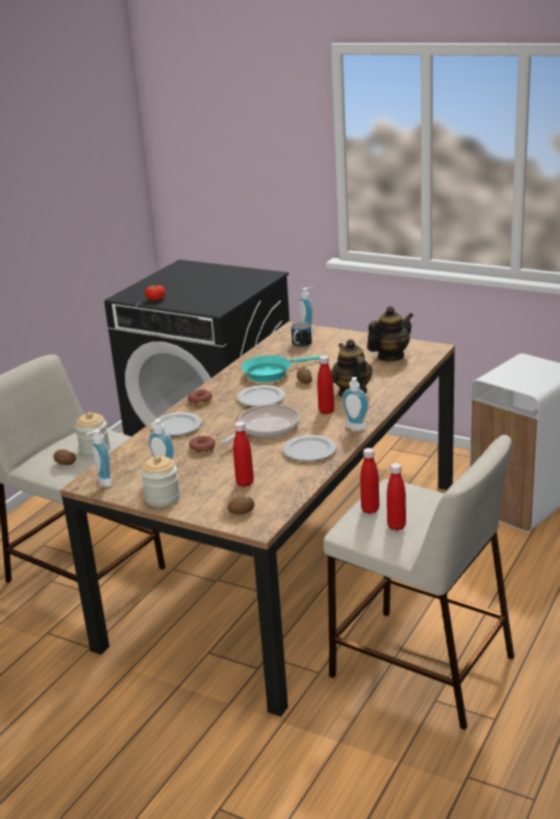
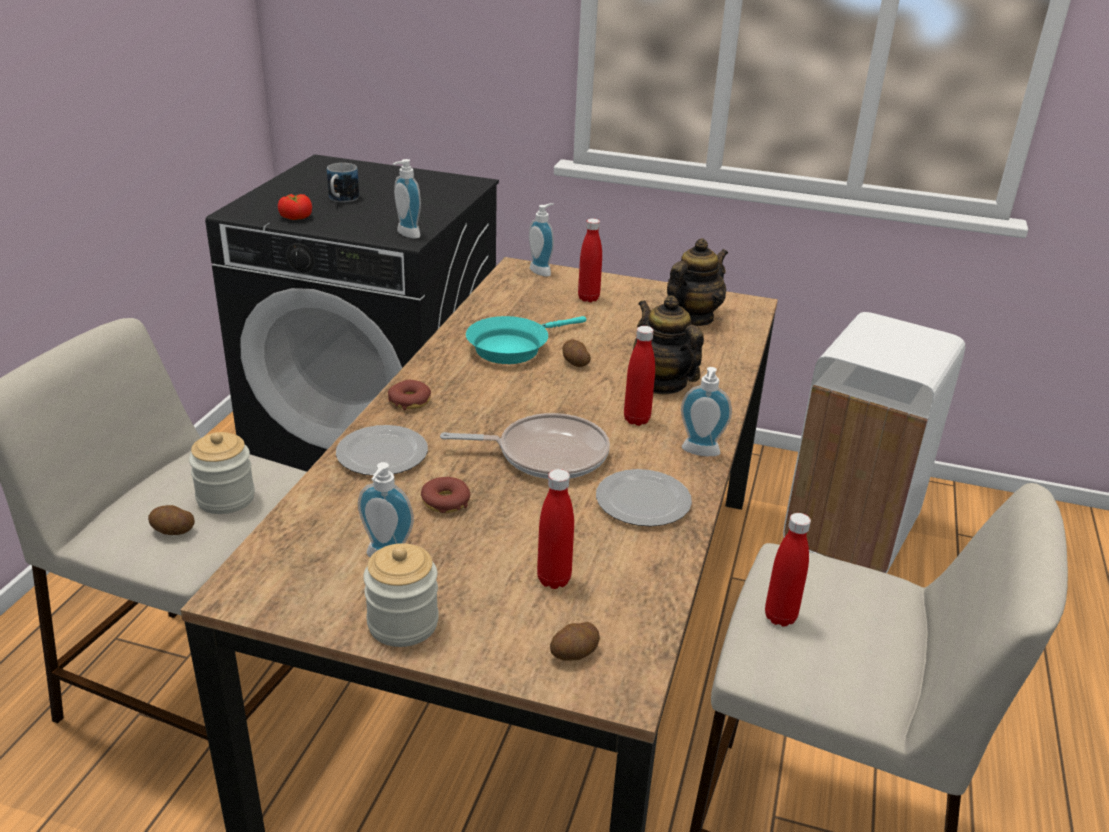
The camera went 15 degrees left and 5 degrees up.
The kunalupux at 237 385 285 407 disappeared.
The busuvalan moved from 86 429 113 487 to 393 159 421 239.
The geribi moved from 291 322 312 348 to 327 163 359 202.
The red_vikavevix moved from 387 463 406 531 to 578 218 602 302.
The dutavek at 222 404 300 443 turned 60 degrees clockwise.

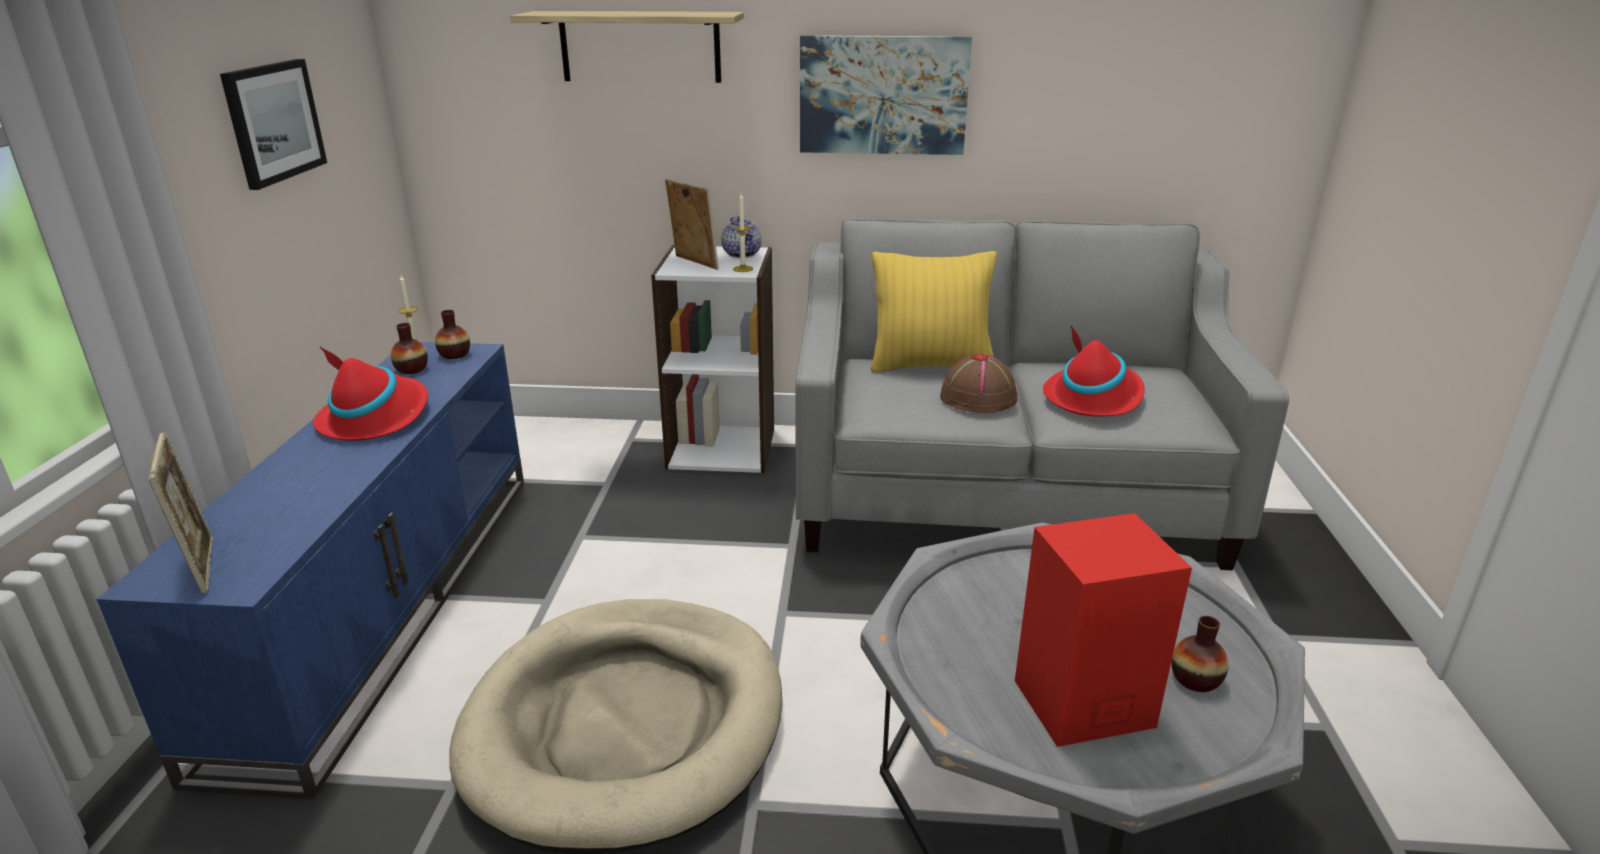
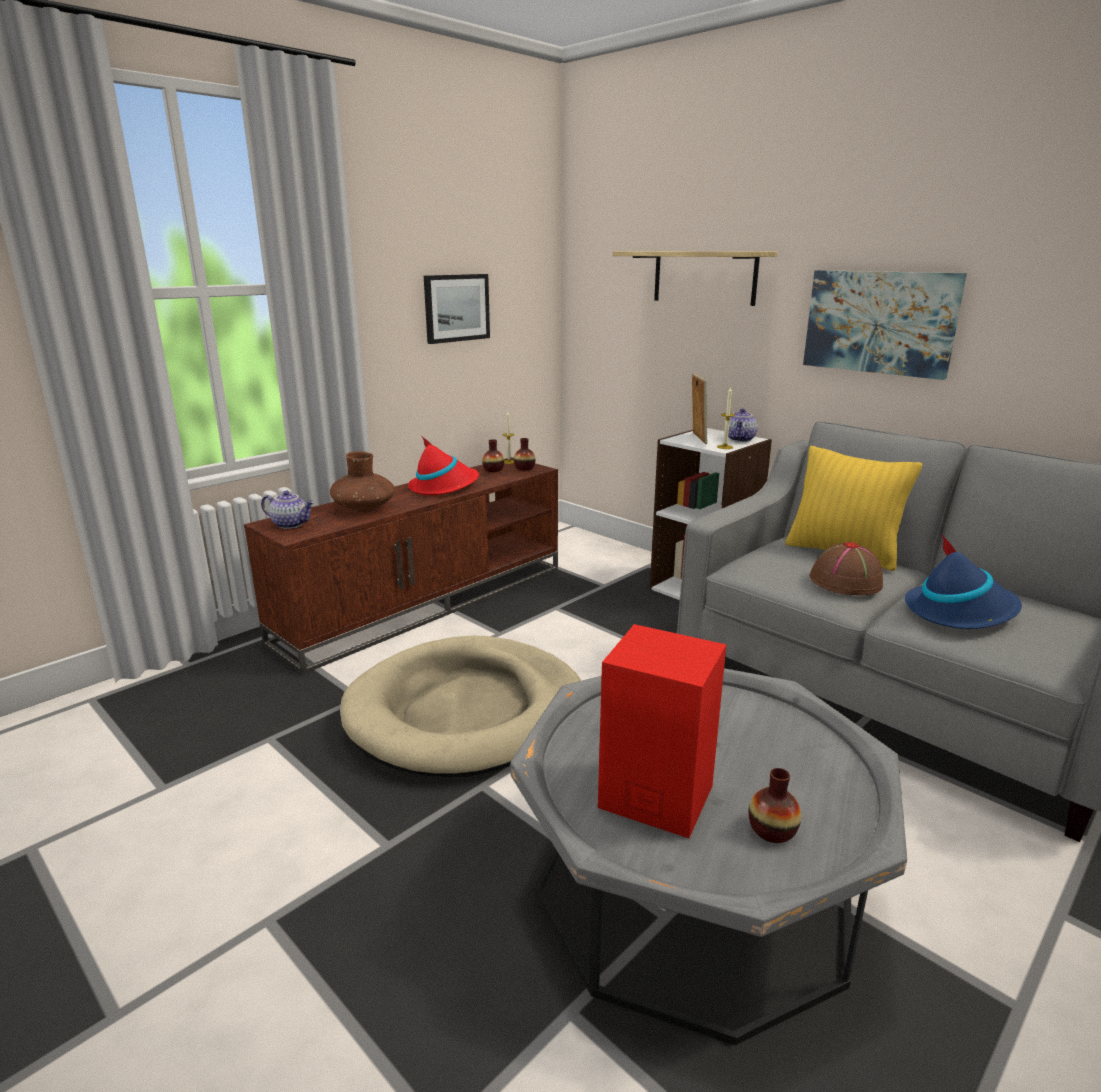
The camera went 40 degrees right and 5 degrees down.
The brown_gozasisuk at 330 451 395 512 appeared.
The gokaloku at 149 431 213 593 was replaced by the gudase at 261 491 314 529.
The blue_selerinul at 96 342 524 799 became the brown_selerinul at 244 457 558 674.
The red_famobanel at 1043 325 1145 417 became the blue_famobanel at 905 535 1022 629.

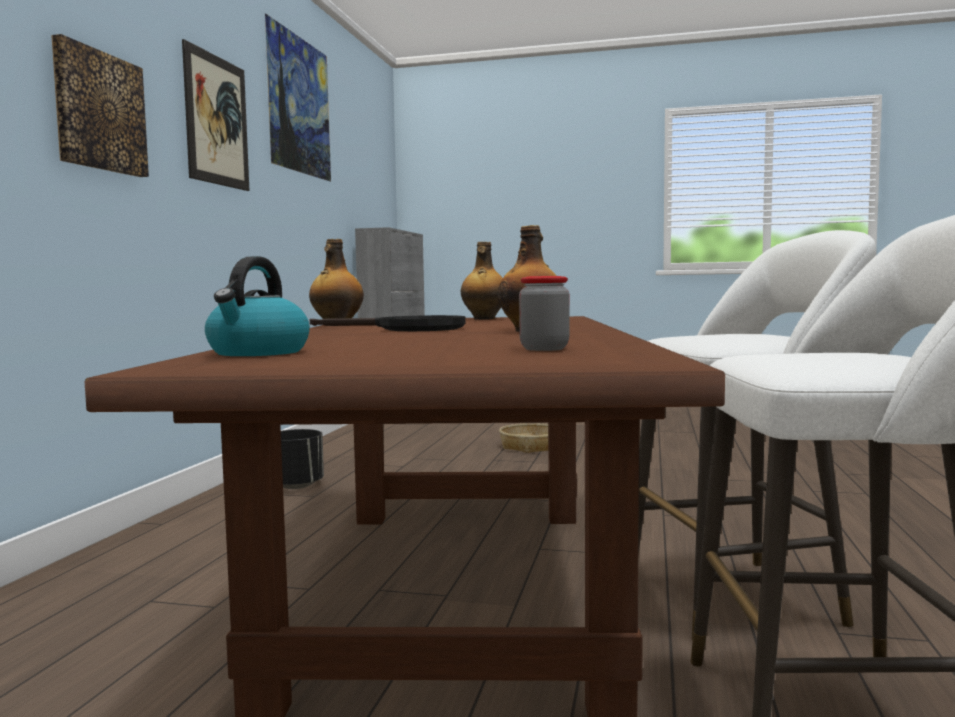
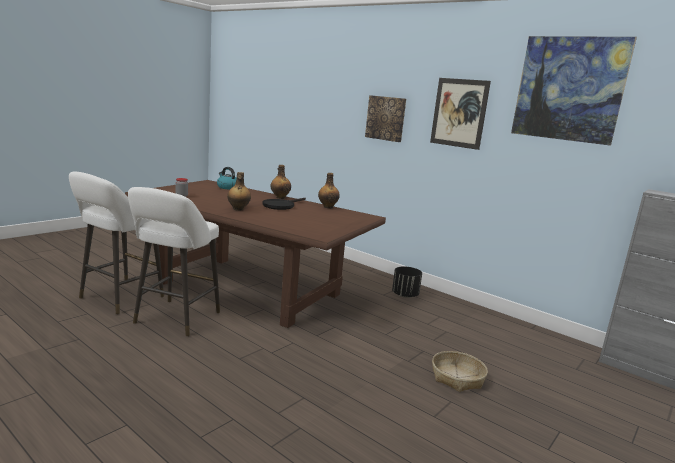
The camera went 115 degrees right and 10 degrees up.
The vikavevix moved from 461 242 503 320 to 271 165 291 199.

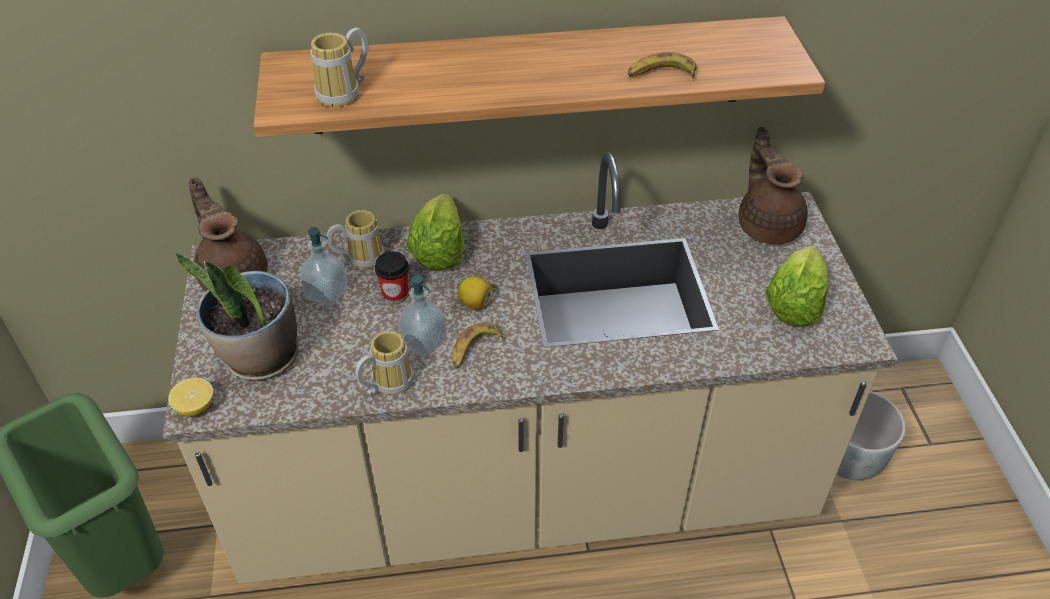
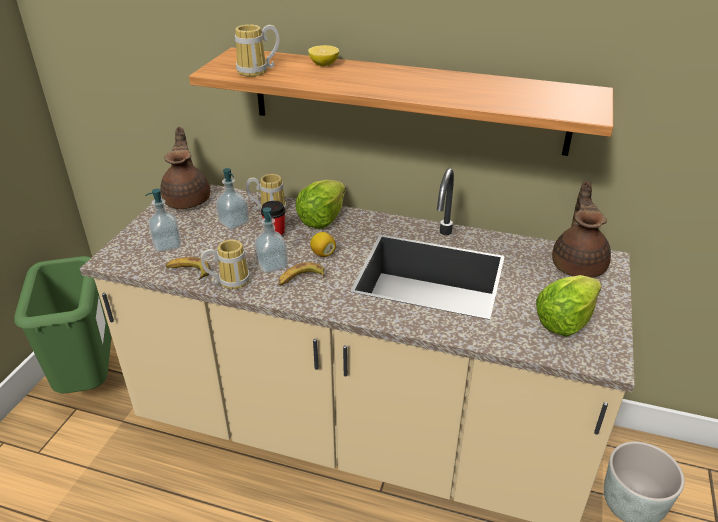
The camera went 25 degrees right and 10 degrees down.
The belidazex moved from 168 378 213 416 to 308 45 339 66.
The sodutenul moved from 628 52 697 78 to 166 257 211 280.
The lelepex at 175 252 299 381 was replaced by the busuvalan at 145 189 181 252.

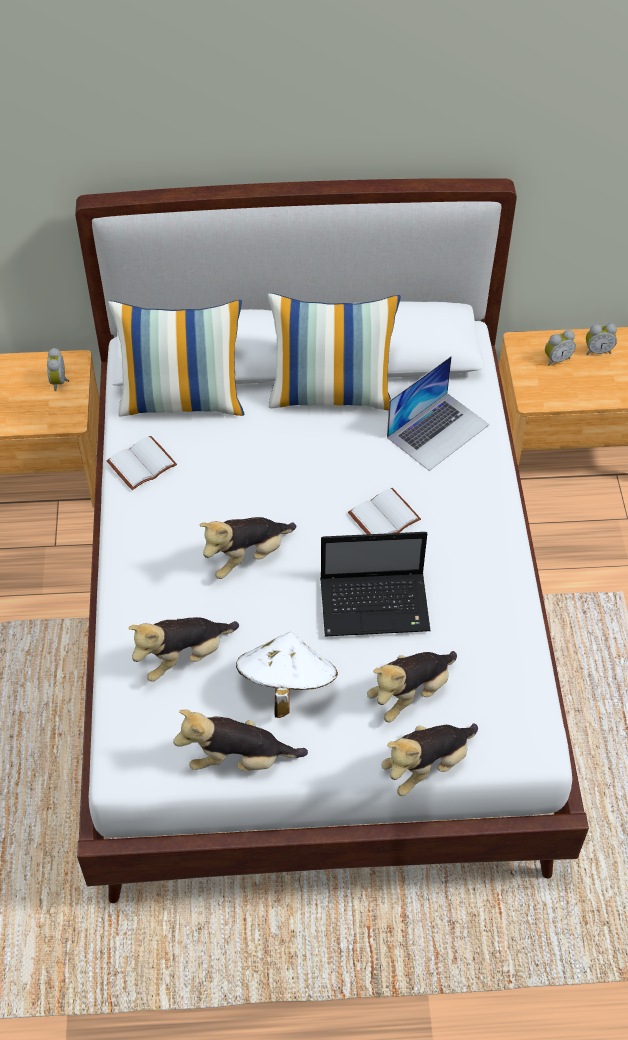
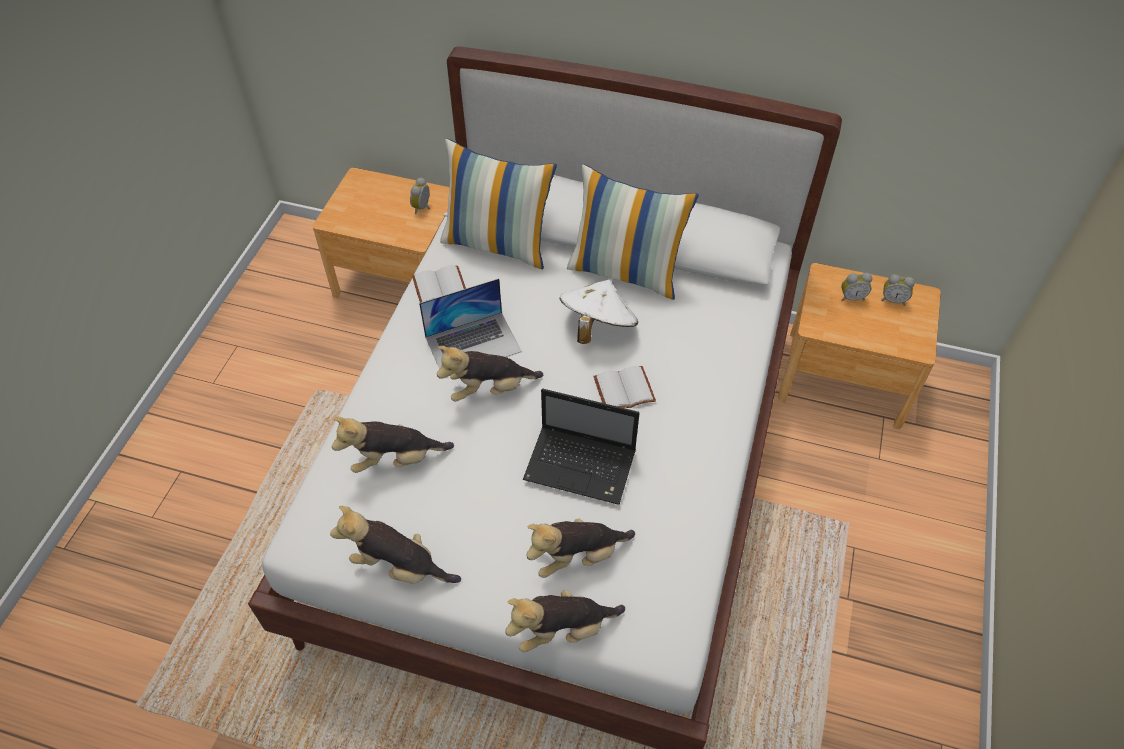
The camera went 20 degrees right and 0 degrees up.
The white_famobanel moved from 236 632 338 718 to 560 279 638 344.
The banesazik moved from 387 356 489 471 to 419 278 522 369.

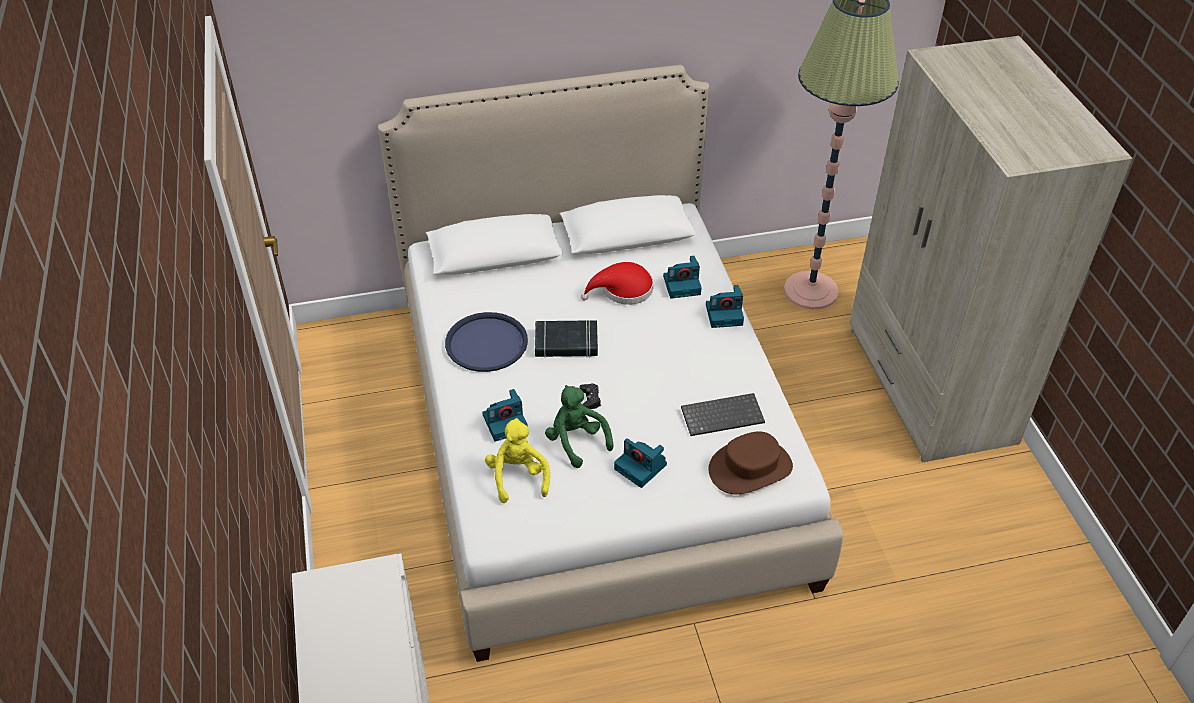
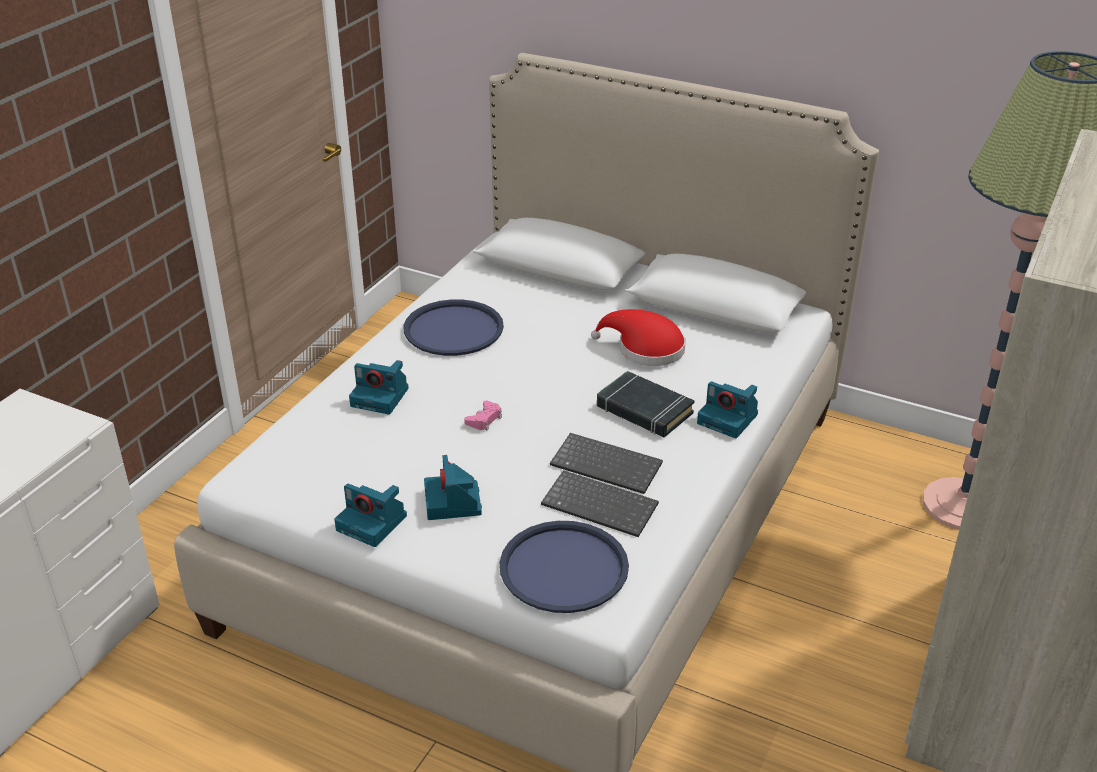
The camera went 40 degrees right and 10 degrees down.
The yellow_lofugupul at 485 418 550 503 disappeared.
The green_lofugupul at 545 385 613 468 disappeared.
The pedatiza at 550 433 663 494 appeared.
The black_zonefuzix moved from 535 320 598 358 to 597 371 695 437.
The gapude moved from 663 256 702 299 to 334 483 407 547.
The brown_famobanel at 708 431 793 494 was replaced by the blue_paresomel at 500 521 629 613.
The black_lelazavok at 580 383 601 409 became the pink_lelazavok at 464 400 502 431.

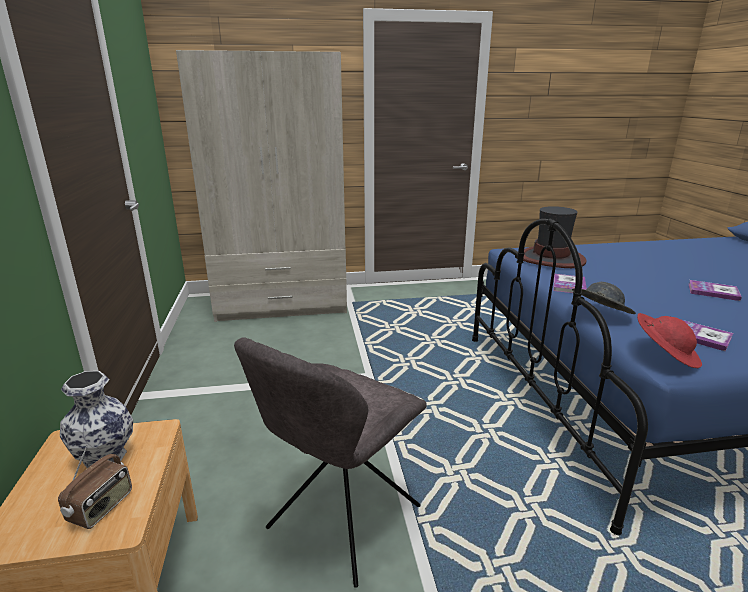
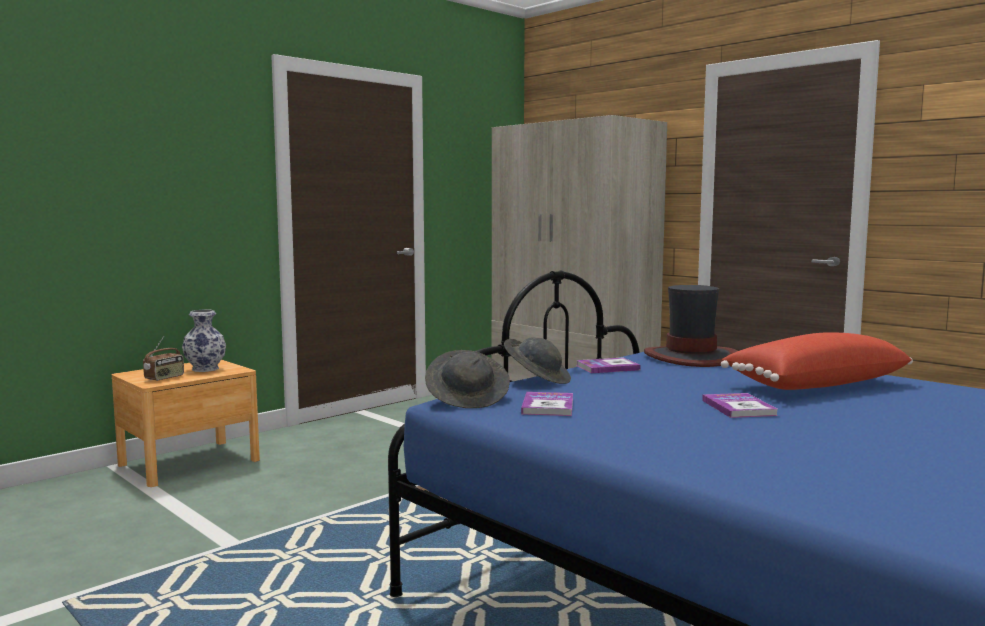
The camera went 55 degrees right and 15 degrees down.
The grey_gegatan at 234 337 427 588 disappeared.
The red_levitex at 721 332 913 390 appeared.
The red_famobanel at 637 313 702 368 became the grey_famobanel at 425 350 510 408.
The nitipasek at 58 444 132 529 turned 45 degrees counterclockwise.

